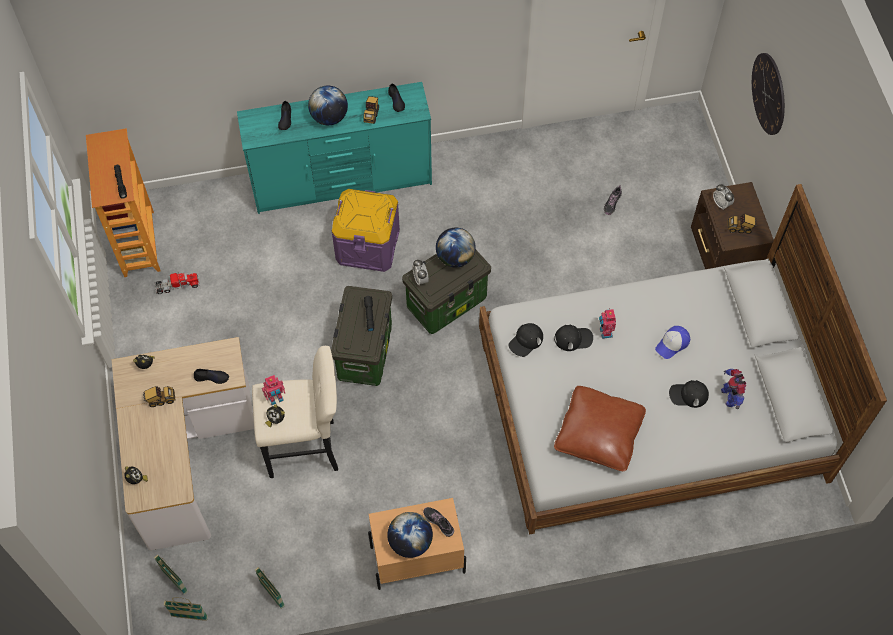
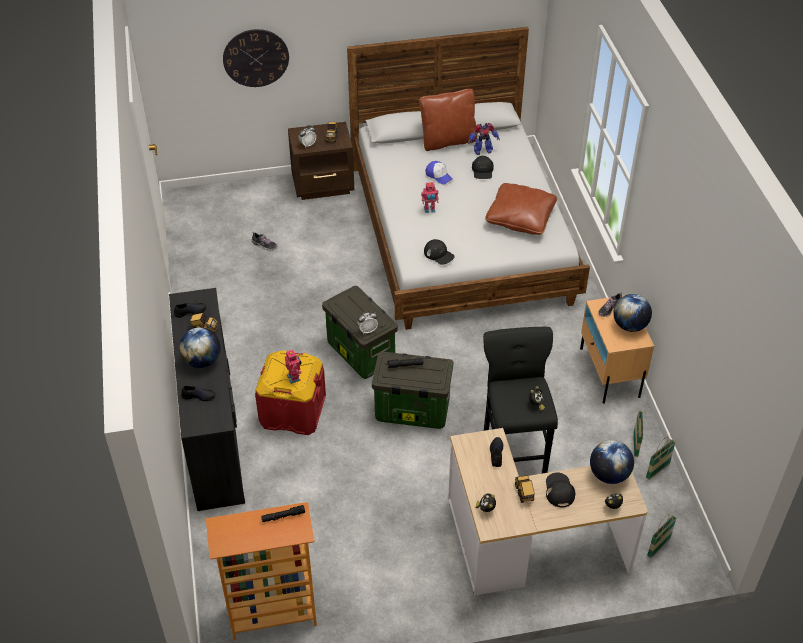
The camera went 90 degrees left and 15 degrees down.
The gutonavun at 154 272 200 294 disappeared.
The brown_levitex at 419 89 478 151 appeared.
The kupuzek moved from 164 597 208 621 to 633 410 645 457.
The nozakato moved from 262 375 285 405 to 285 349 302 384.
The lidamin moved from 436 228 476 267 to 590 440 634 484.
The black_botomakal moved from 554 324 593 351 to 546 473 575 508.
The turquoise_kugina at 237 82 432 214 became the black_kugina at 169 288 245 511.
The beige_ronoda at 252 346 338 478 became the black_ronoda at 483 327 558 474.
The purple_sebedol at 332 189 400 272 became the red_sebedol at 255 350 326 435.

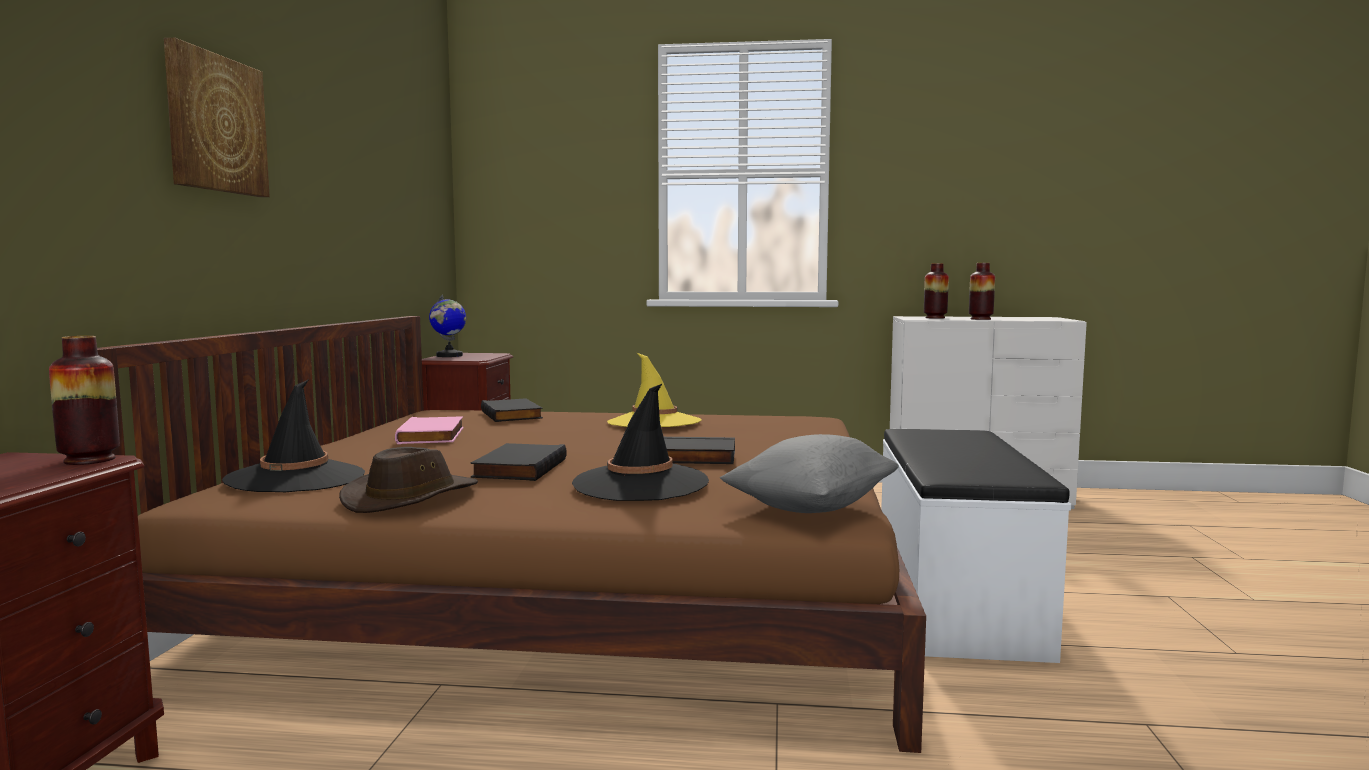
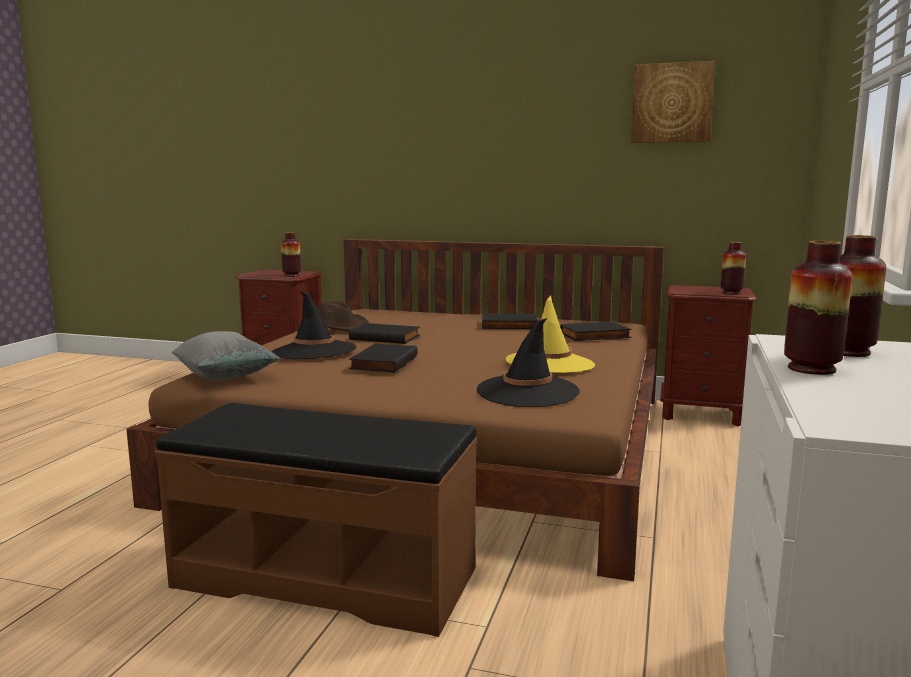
The camera went 100 degrees right and 5 degrees up.
The lidamin at 429 295 466 357 disappeared.
The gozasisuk at 721 242 746 295 appeared.
The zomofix moved from 164 38 270 197 to 631 61 715 143.
The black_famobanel moved from 222 379 365 492 to 477 318 580 407.
The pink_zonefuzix at 395 416 464 444 became the black_zonefuzix at 482 314 538 329.
The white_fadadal at 881 429 1071 663 became the brown_fadadal at 155 403 477 637.

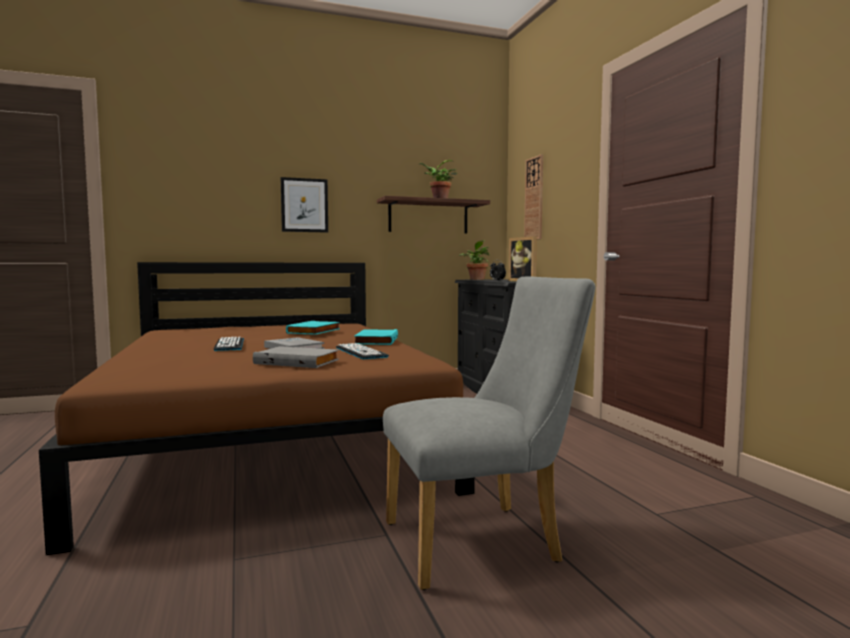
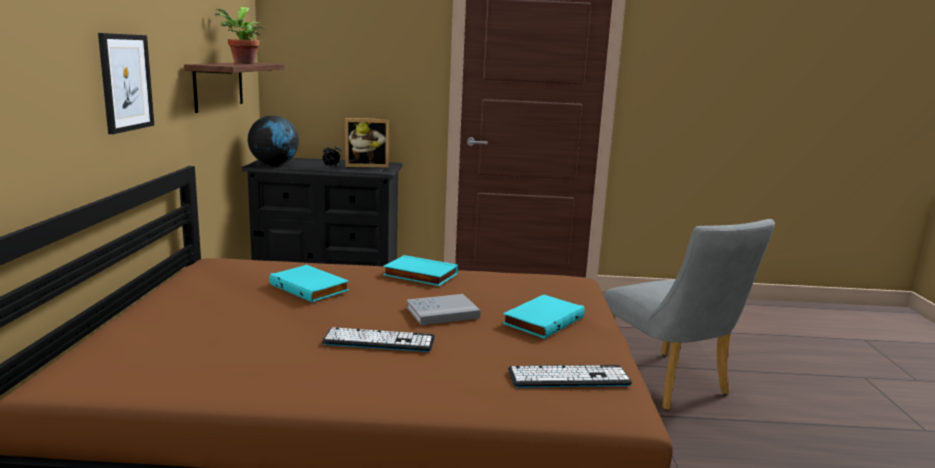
The camera went 70 degrees left and 10 degrees up.
The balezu at 524 154 543 239 disappeared.
The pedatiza moved from 336 343 389 359 to 508 365 632 388.
The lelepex at 459 240 490 280 was replaced by the lidamin at 248 115 299 166.
The grey_zonefuzix at 253 346 339 368 became the turquoise_zonefuzix at 502 295 585 339.
The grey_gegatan at 383 277 595 590 turned 150 degrees clockwise.

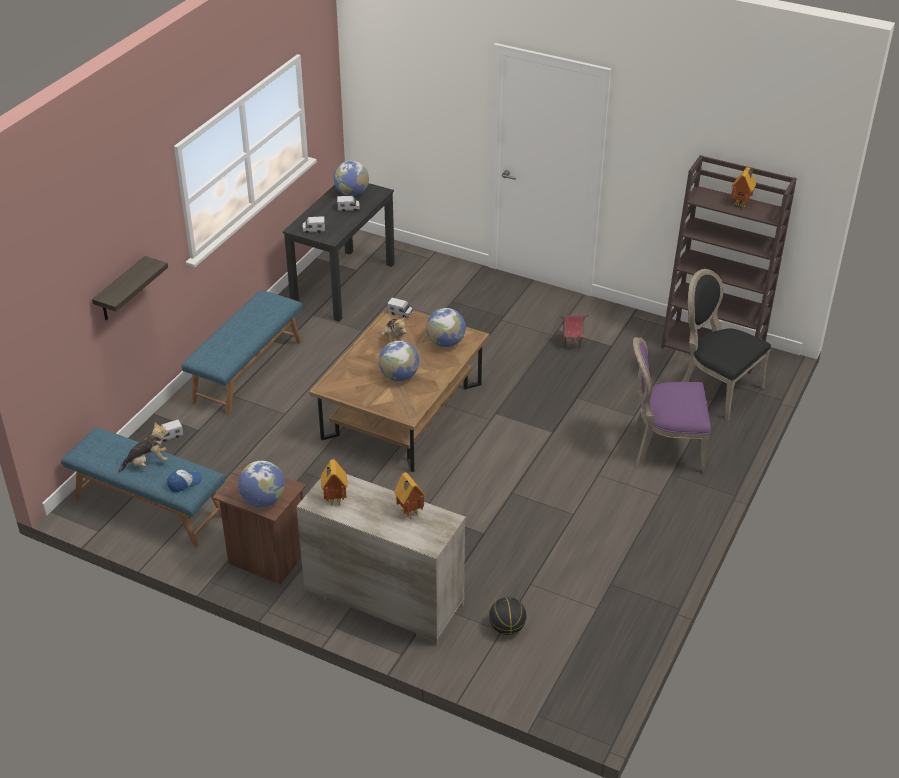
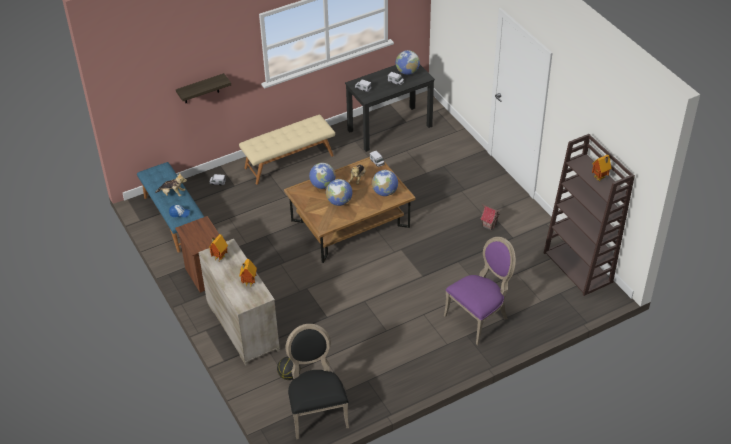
The camera went 35 degrees right and 5 degrees up.
The lidamin moved from 238 461 285 507 to 309 163 336 189.
The black_gegatan moved from 682 269 771 421 to 286 324 349 439.
The blue_fadadal at 182 290 303 416 became the beige_fadadal at 239 115 335 185.
The purple_gegatan at 632 337 711 474 turned 105 degrees clockwise.

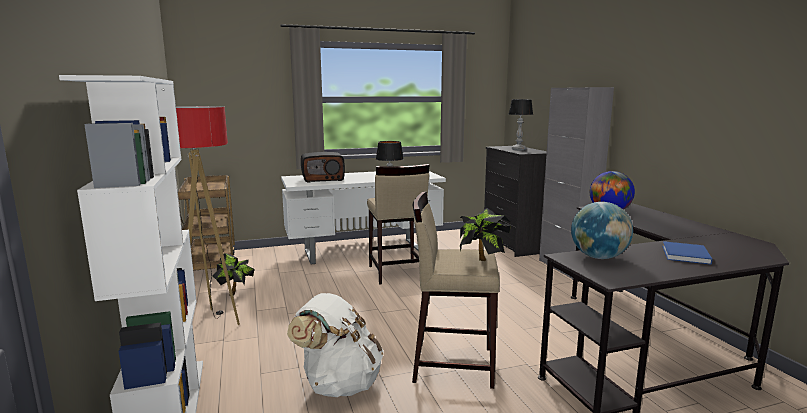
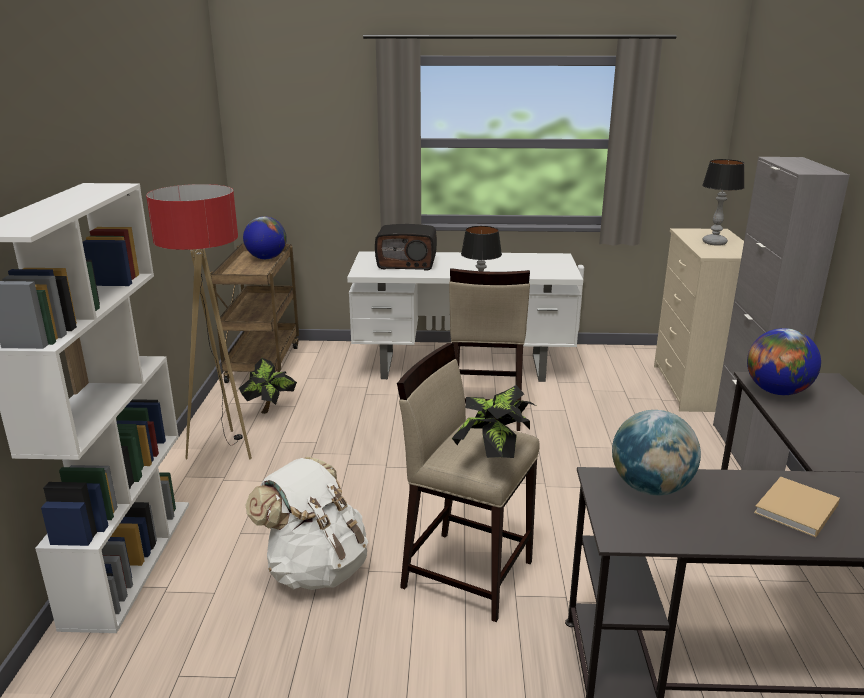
The camera went 20 degrees right and 10 degrees up.
The lidamin at 243 216 287 259 appeared.
The black_kugina at 484 146 547 257 became the beige_kugina at 654 228 744 412.
The blue_zonefuzix at 662 241 713 265 became the beige_zonefuzix at 754 477 840 537.

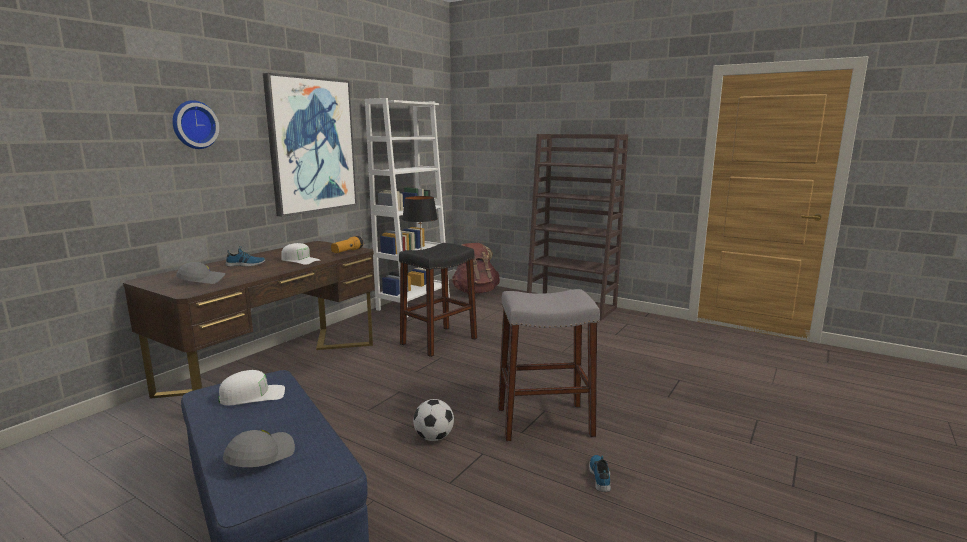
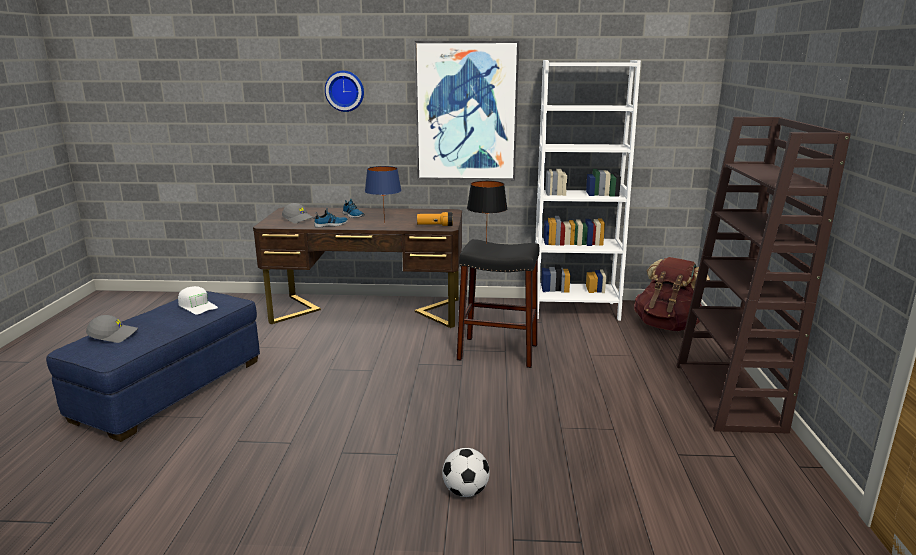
The camera went 60 degrees right and 5 degrees up.
The grey_ronoda at 498 289 600 442 disappeared.
The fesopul moved from 413 399 454 441 to 442 448 490 497.
The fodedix moved from 589 455 611 492 to 314 208 348 228.
The white_botomakal at 281 243 321 265 was replaced by the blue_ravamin at 365 166 402 223.

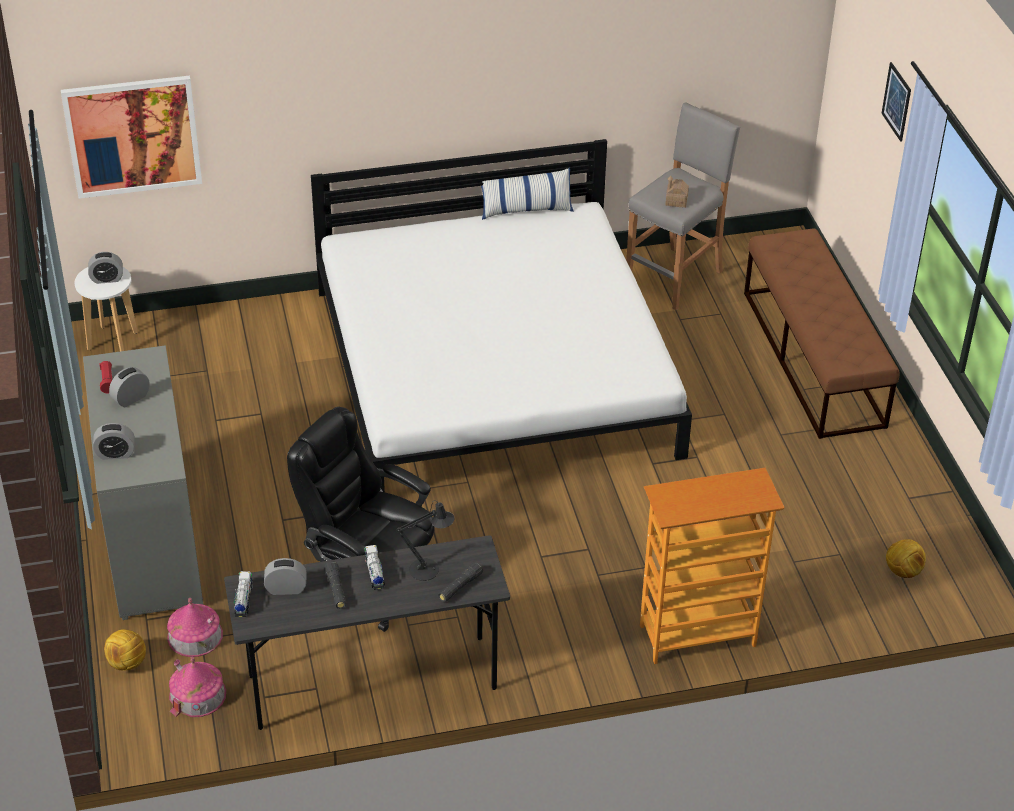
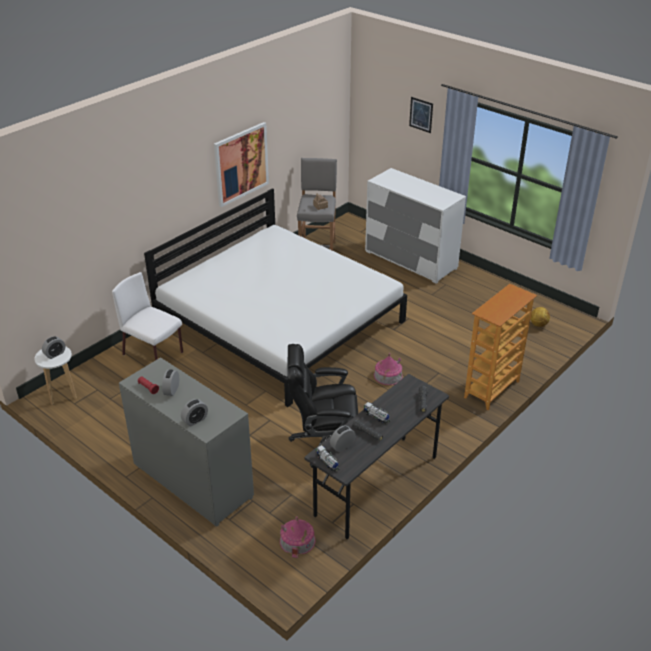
The camera went 35 degrees left and 5 degrees down.
The fesopul at 104 629 146 671 disappeared.
The black_ravamin at 396 500 454 581 disappeared.
The levitex at 481 167 574 220 disappeared.
The white_gegatan at 112 272 183 360 appeared.
The zomofix moved from 61 76 202 199 to 214 122 269 207.
The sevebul moved from 167 598 223 657 to 374 353 403 385.
The brown_fadadal at 744 229 900 439 was replaced by the white_kugina at 365 168 466 284.

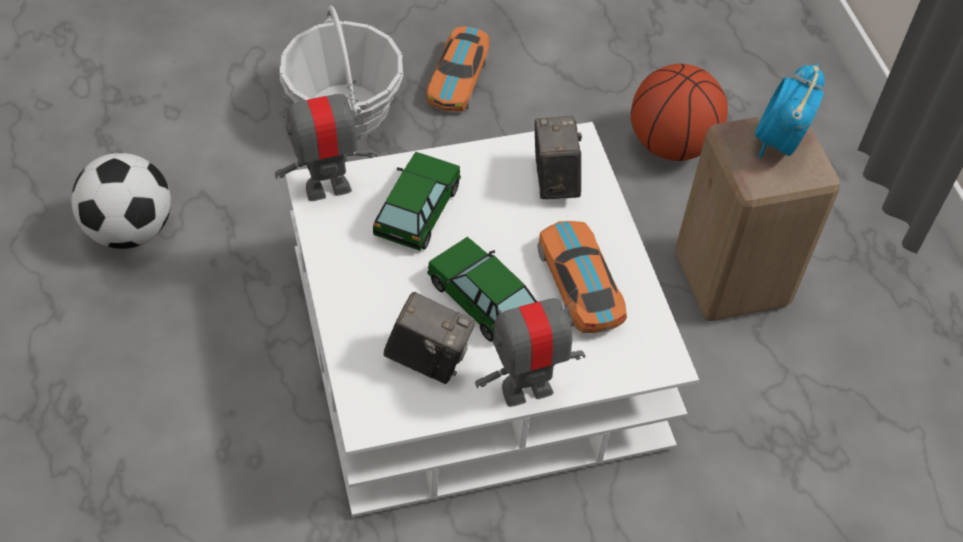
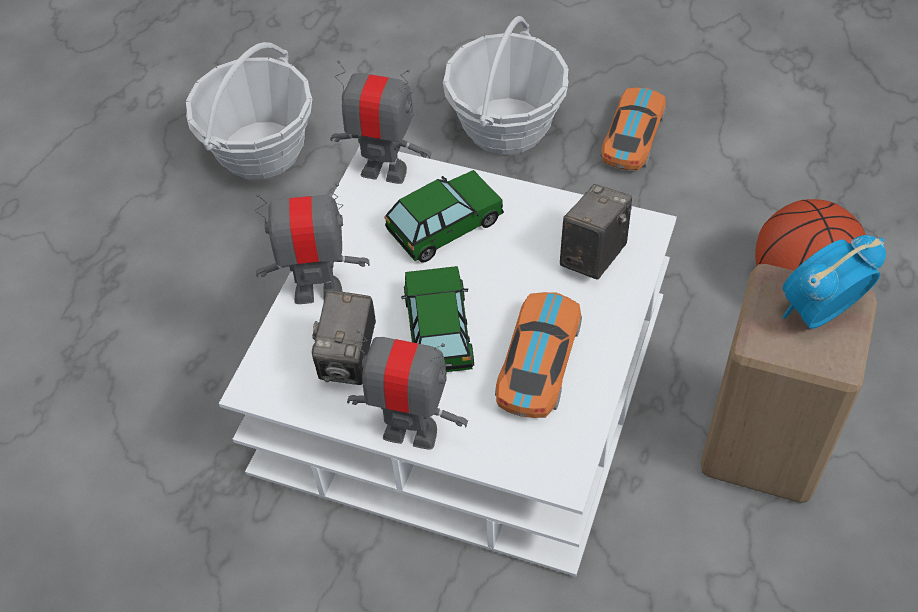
The camera went 40 degrees right and 0 degrees up.
The nozakato at 254 183 369 304 appeared.
The fesopul at 71 153 171 249 was replaced by the kupuzek at 186 42 312 179.
The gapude at 384 292 475 384 turned 45 degrees clockwise.
The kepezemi at 426 26 490 112 turned 150 degrees clockwise.

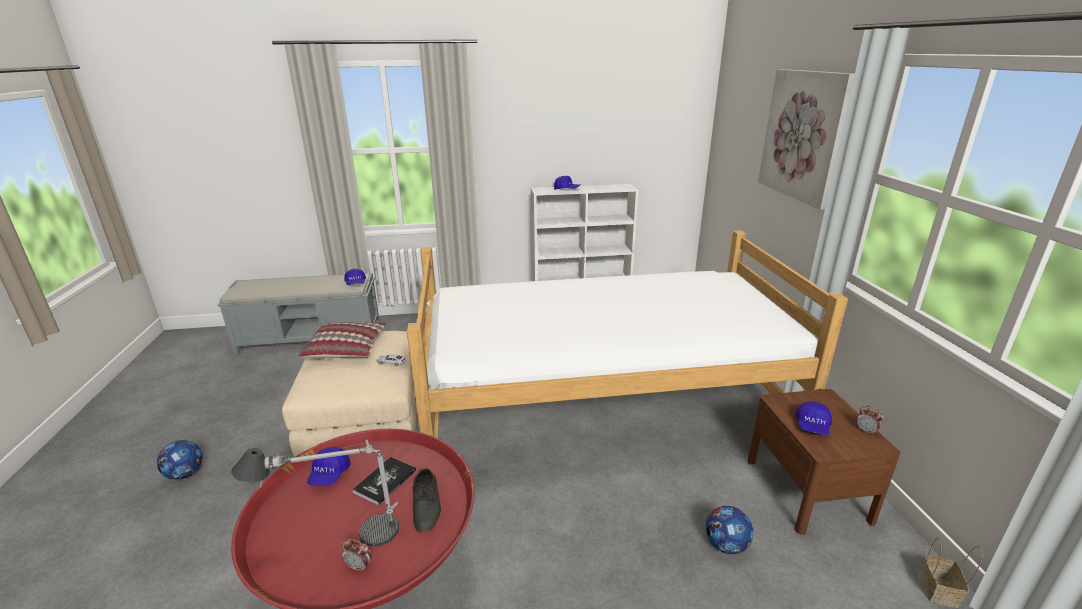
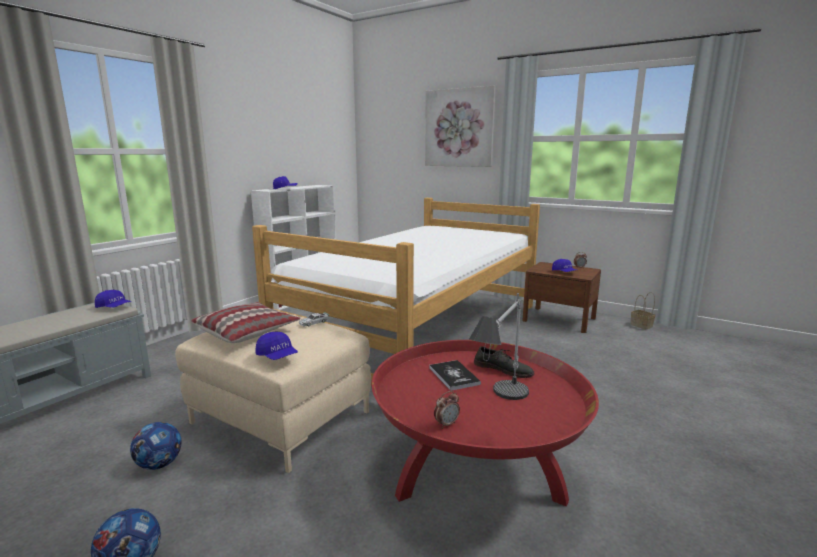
The camera went 50 degrees left and 10 degrees down.
The blue_botomakal moved from 307 447 351 486 to 256 332 298 360.
The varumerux moved from 342 539 372 572 to 434 391 460 429.
The fesopul moved from 706 506 753 554 to 130 422 182 470.

